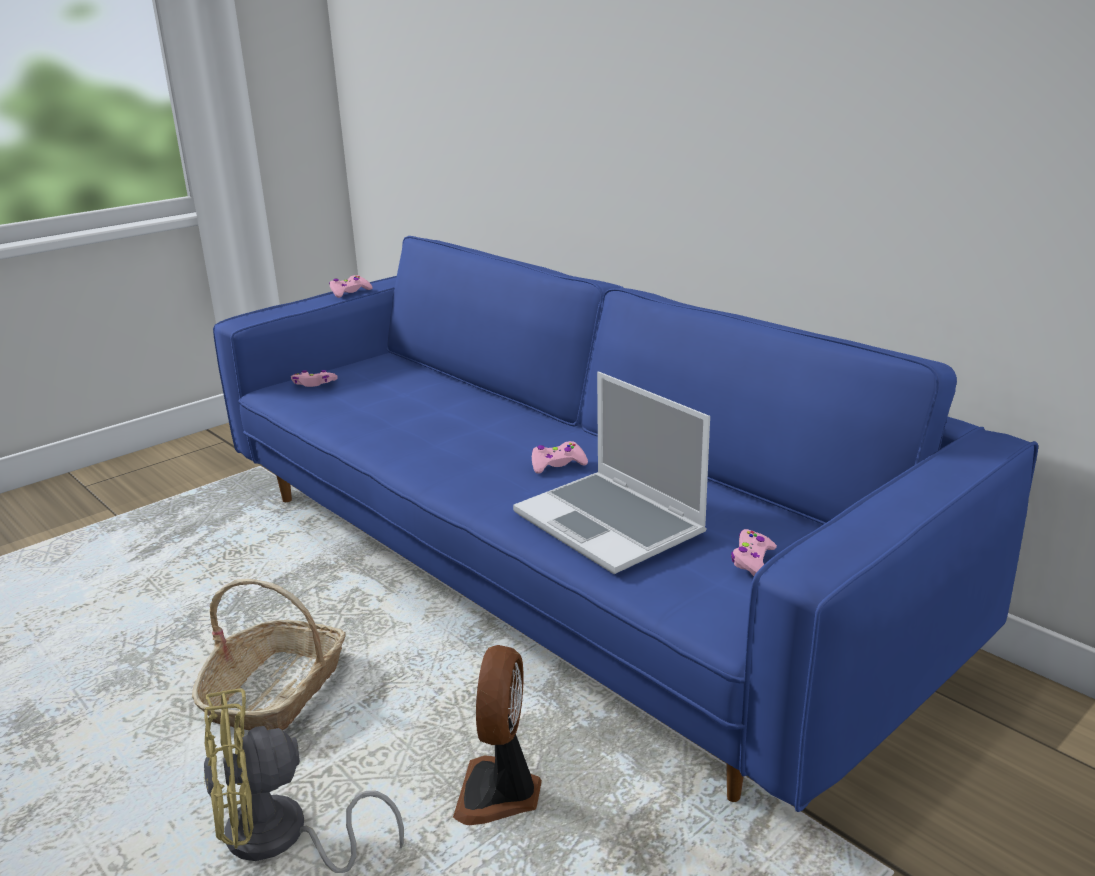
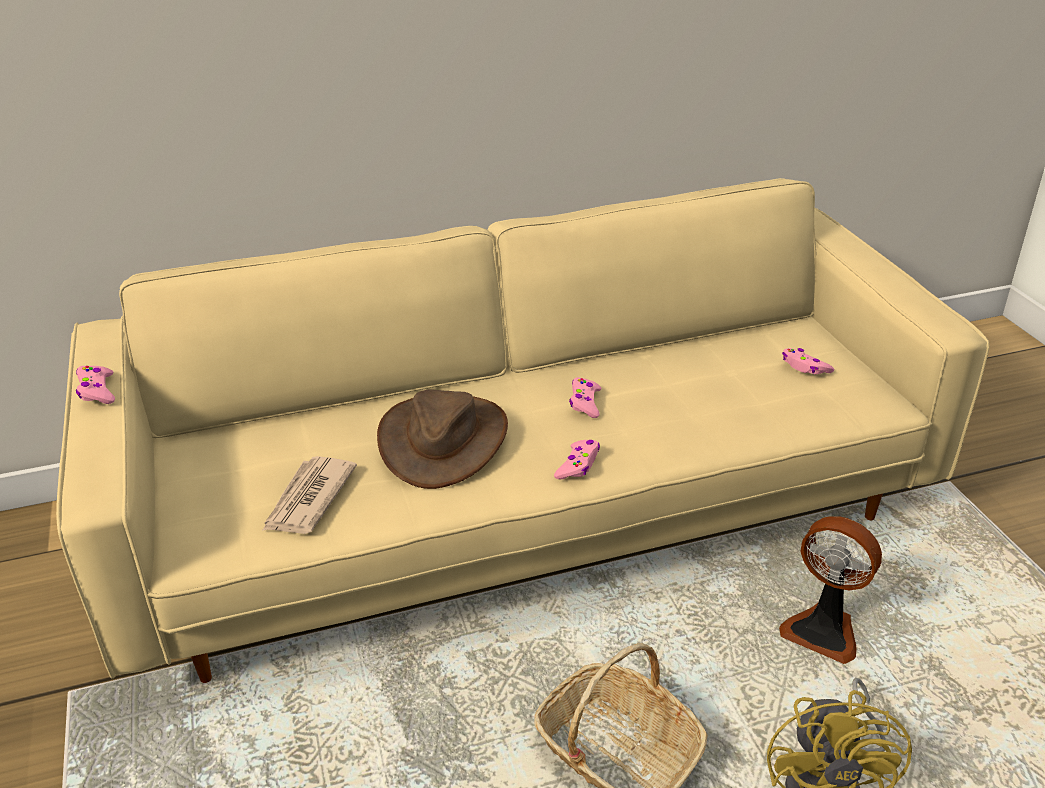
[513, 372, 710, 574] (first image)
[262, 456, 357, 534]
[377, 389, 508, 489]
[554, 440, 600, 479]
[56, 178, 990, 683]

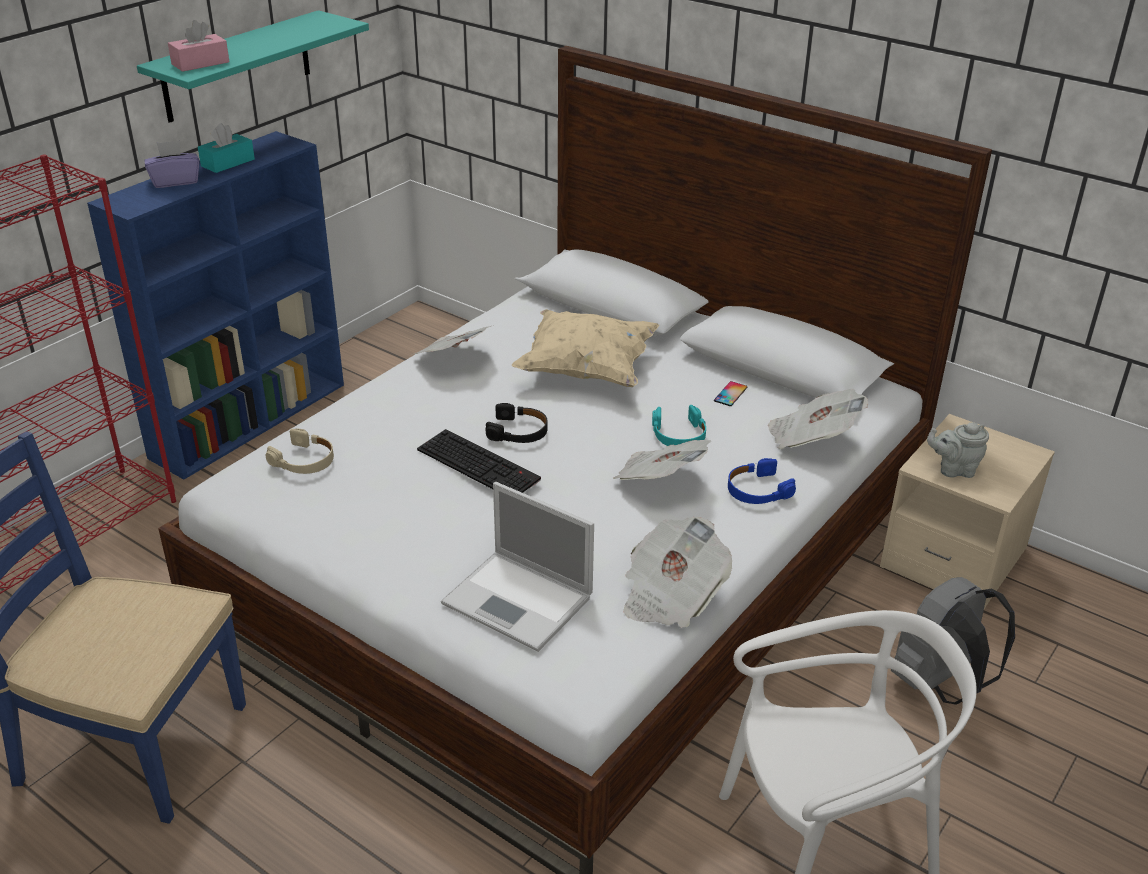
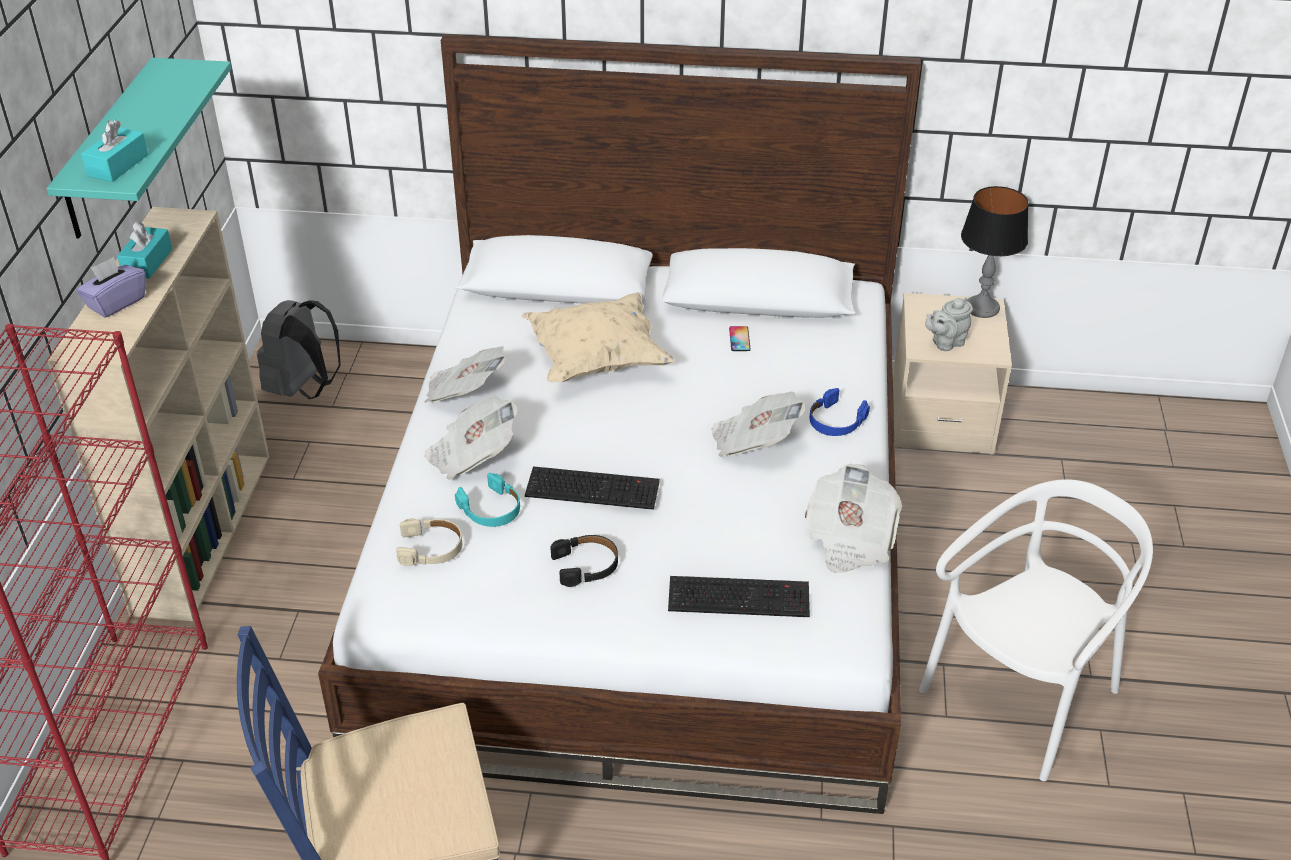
[961, 186, 1029, 318]
[551, 535, 618, 587]
[455, 473, 520, 527]
[424, 395, 518, 480]
[257, 300, 341, 399]
[668, 576, 810, 617]
[47, 207, 269, 621]
[81, 120, 148, 182]

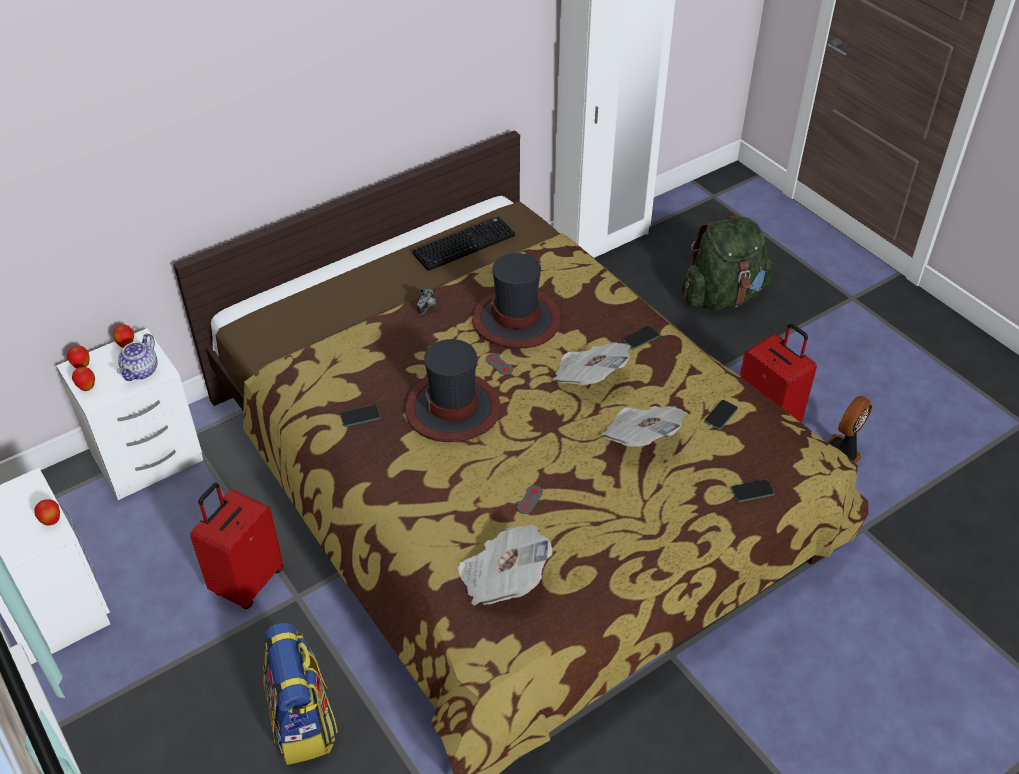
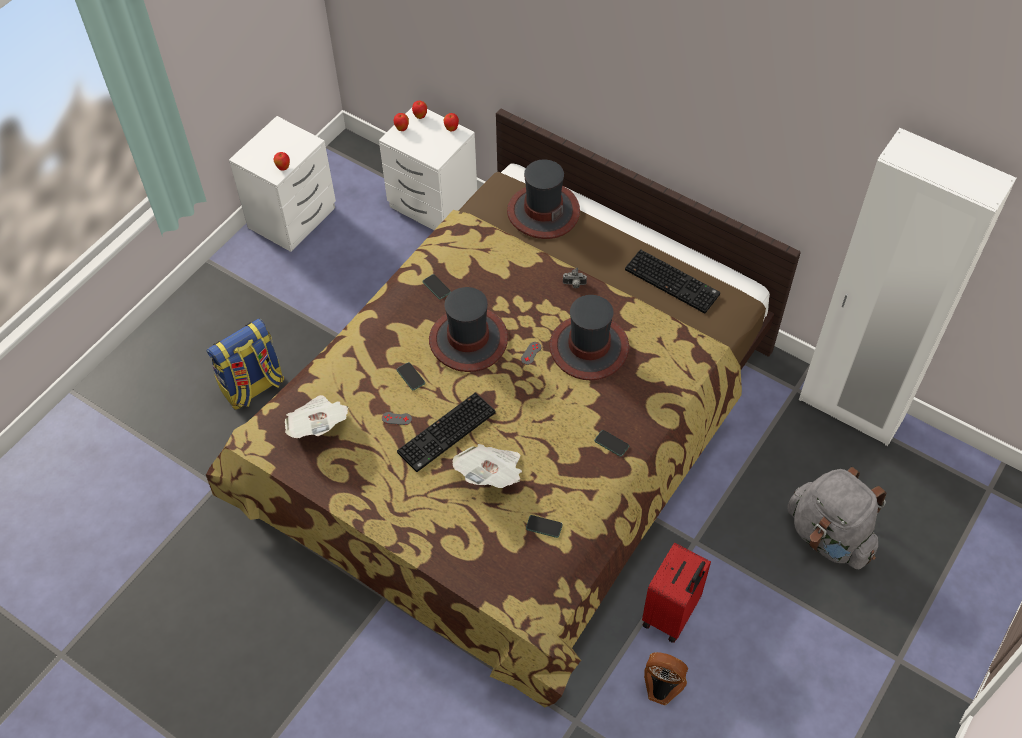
[117, 334, 158, 381] (first image)
[190, 483, 283, 609] (first image)
[552, 342, 631, 385] (first image)
[397, 393, 496, 472]
[507, 159, 580, 239]
[396, 362, 425, 390]
[787, 467, 886, 569]

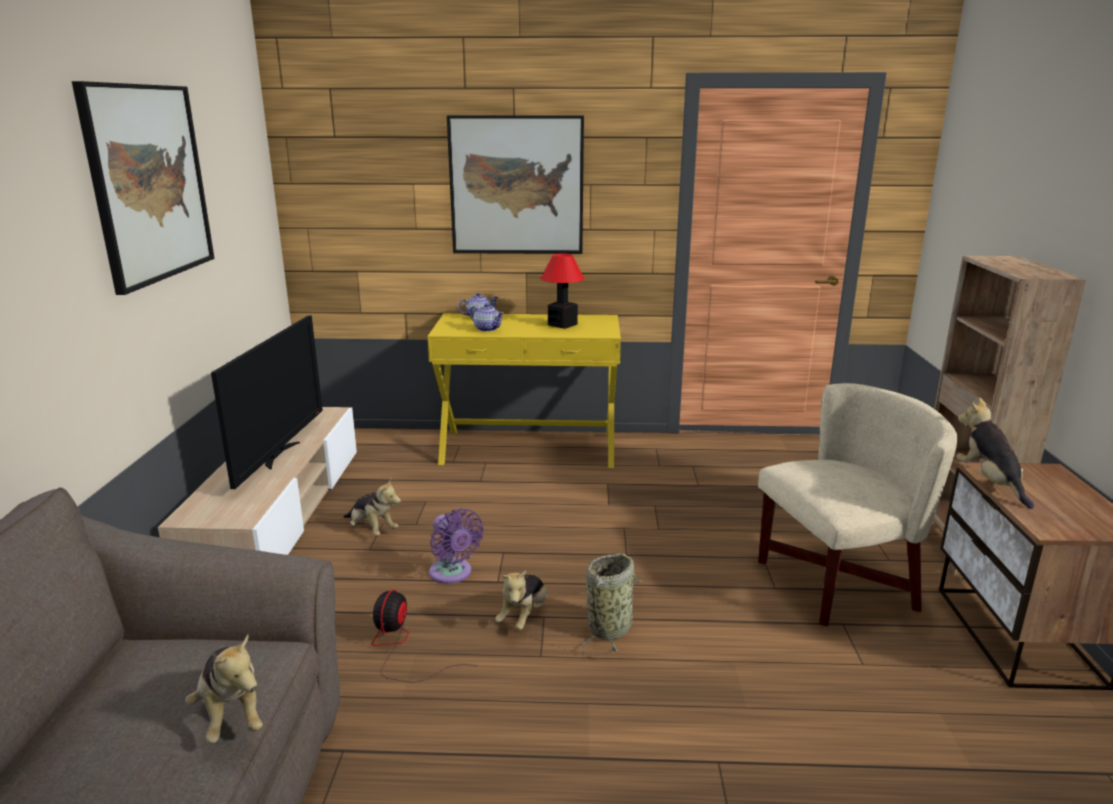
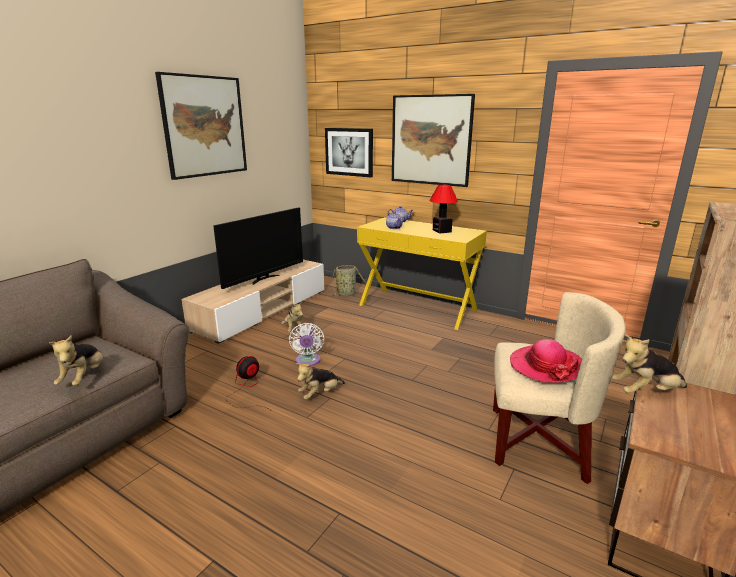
[325, 128, 373, 177]
[510, 339, 582, 383]
[330, 265, 367, 296]
[289, 323, 324, 366]
[612, 334, 687, 394]

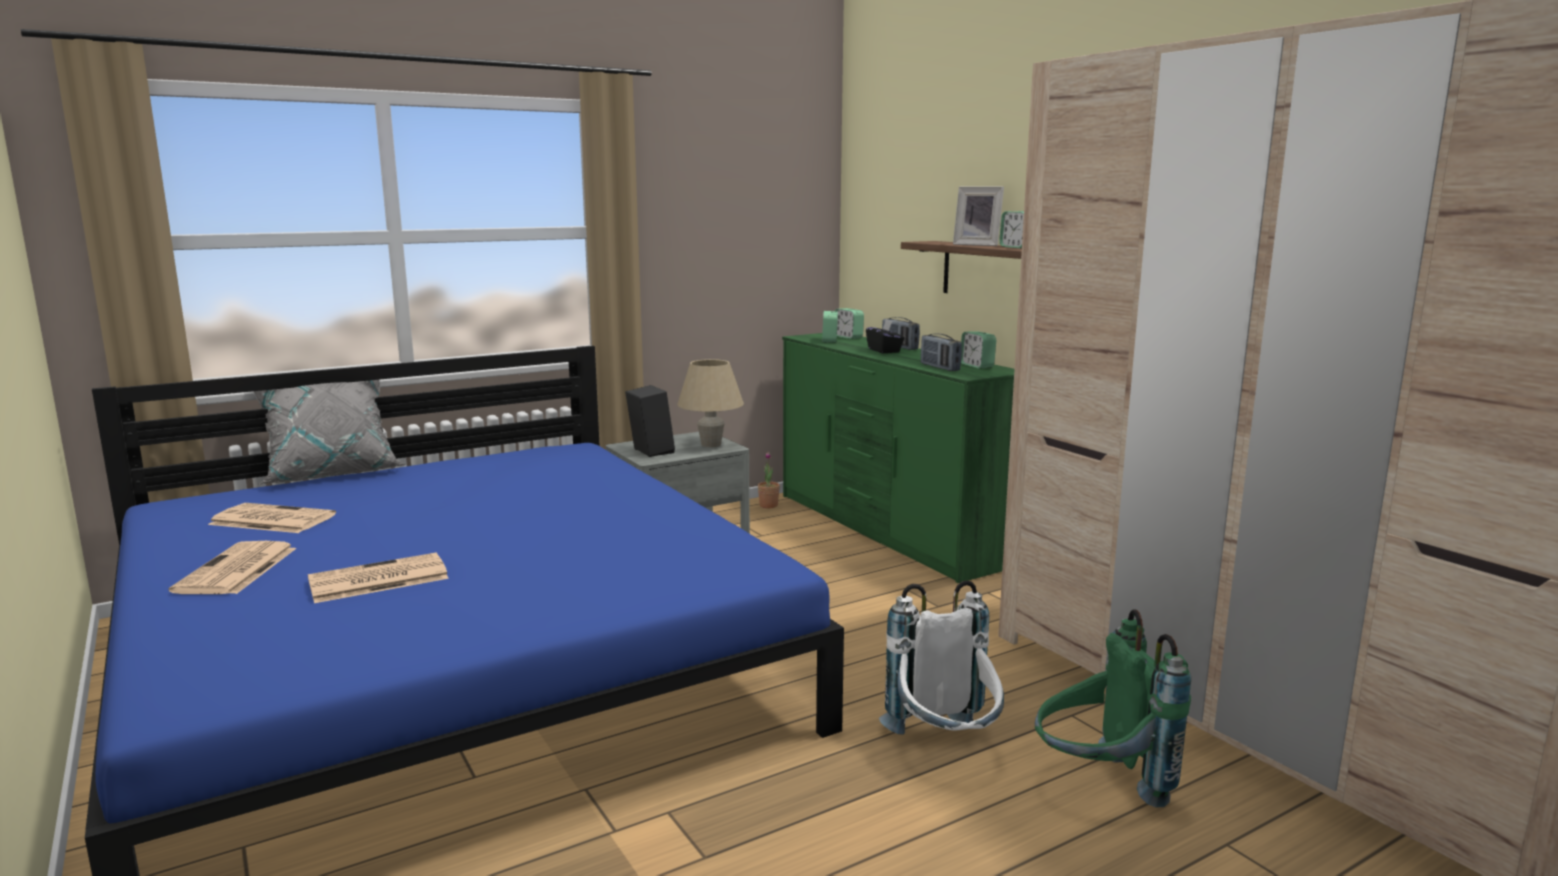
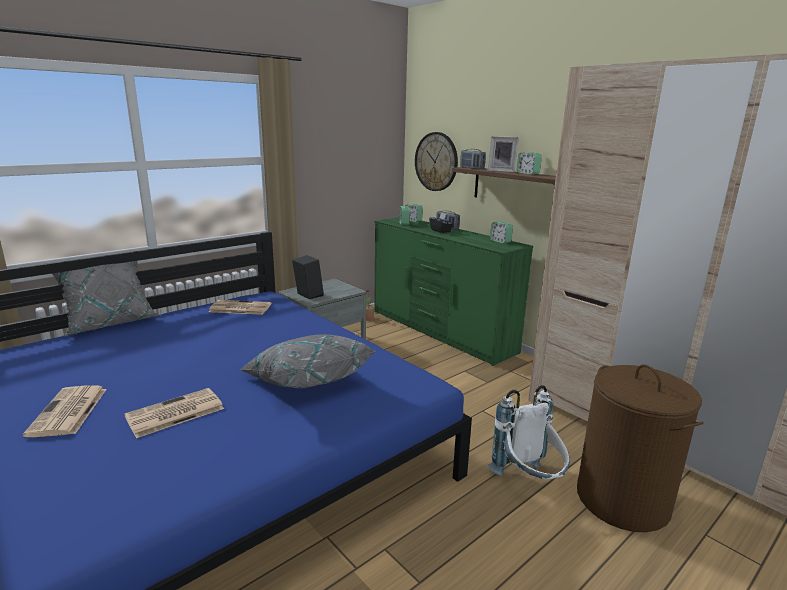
[677, 359, 744, 447] (first image)
[240, 334, 376, 388]
[415, 132, 458, 191]
[209, 300, 271, 315]
[460, 149, 486, 169]
[577, 364, 704, 532]

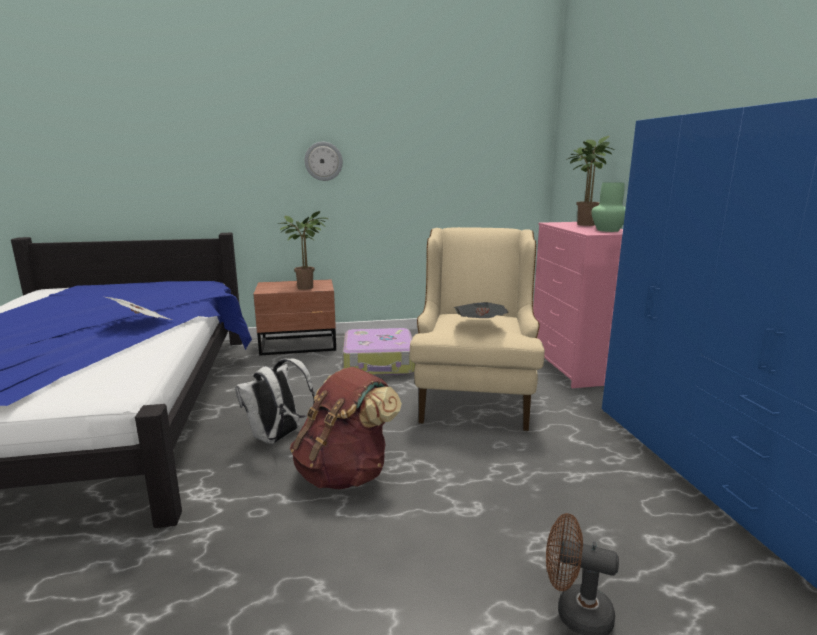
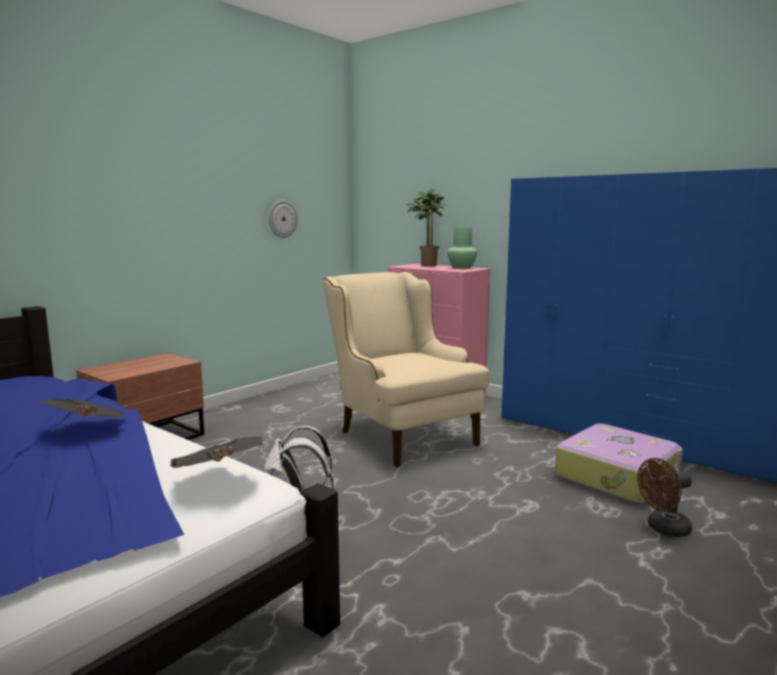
[278, 211, 328, 290] (first image)
[290, 367, 402, 490] (first image)
[269, 200, 298, 238]
[555, 424, 683, 504]
[170, 436, 263, 468]

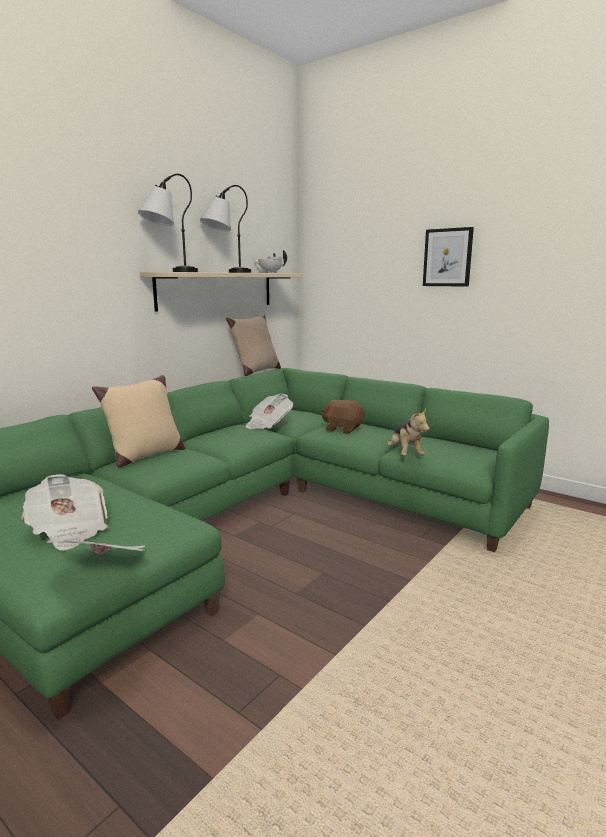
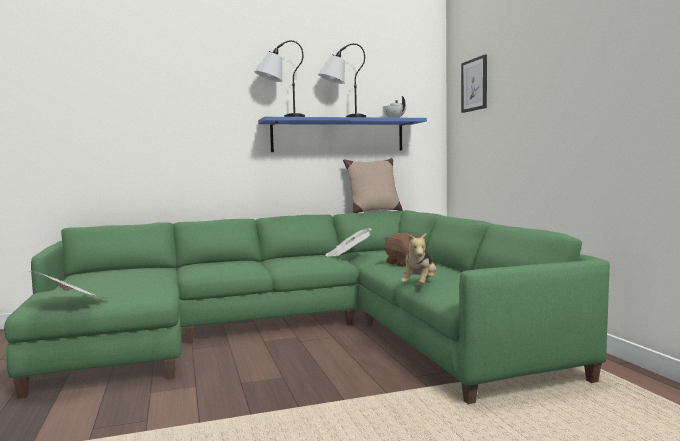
[21, 474, 107, 550] (first image)
[92, 375, 185, 467] (first image)
[461, 55, 487, 113]
[258, 117, 427, 152]

